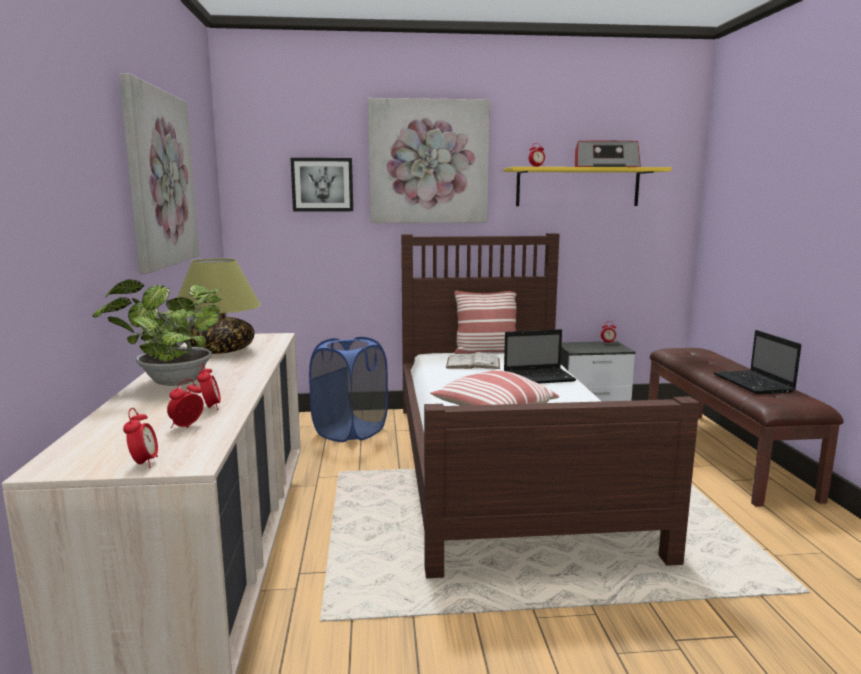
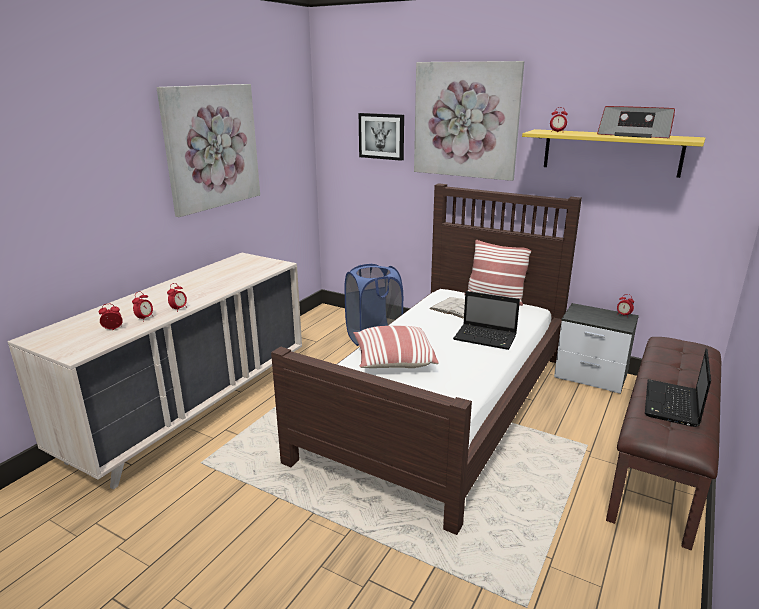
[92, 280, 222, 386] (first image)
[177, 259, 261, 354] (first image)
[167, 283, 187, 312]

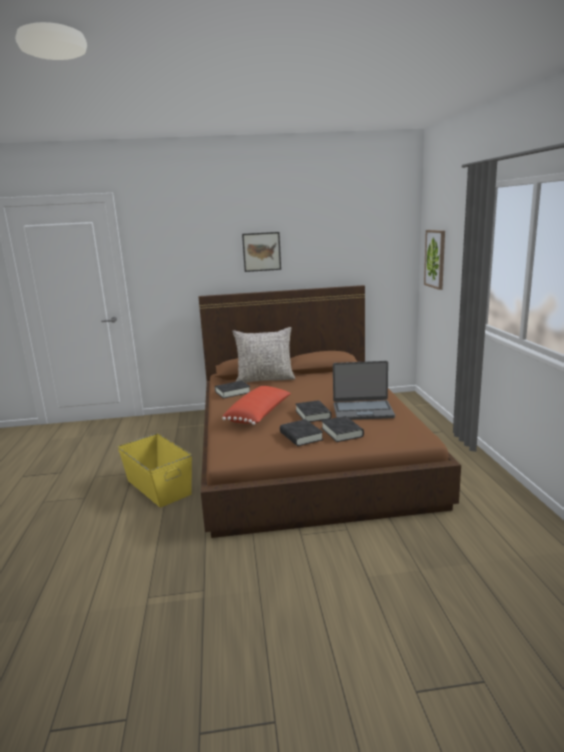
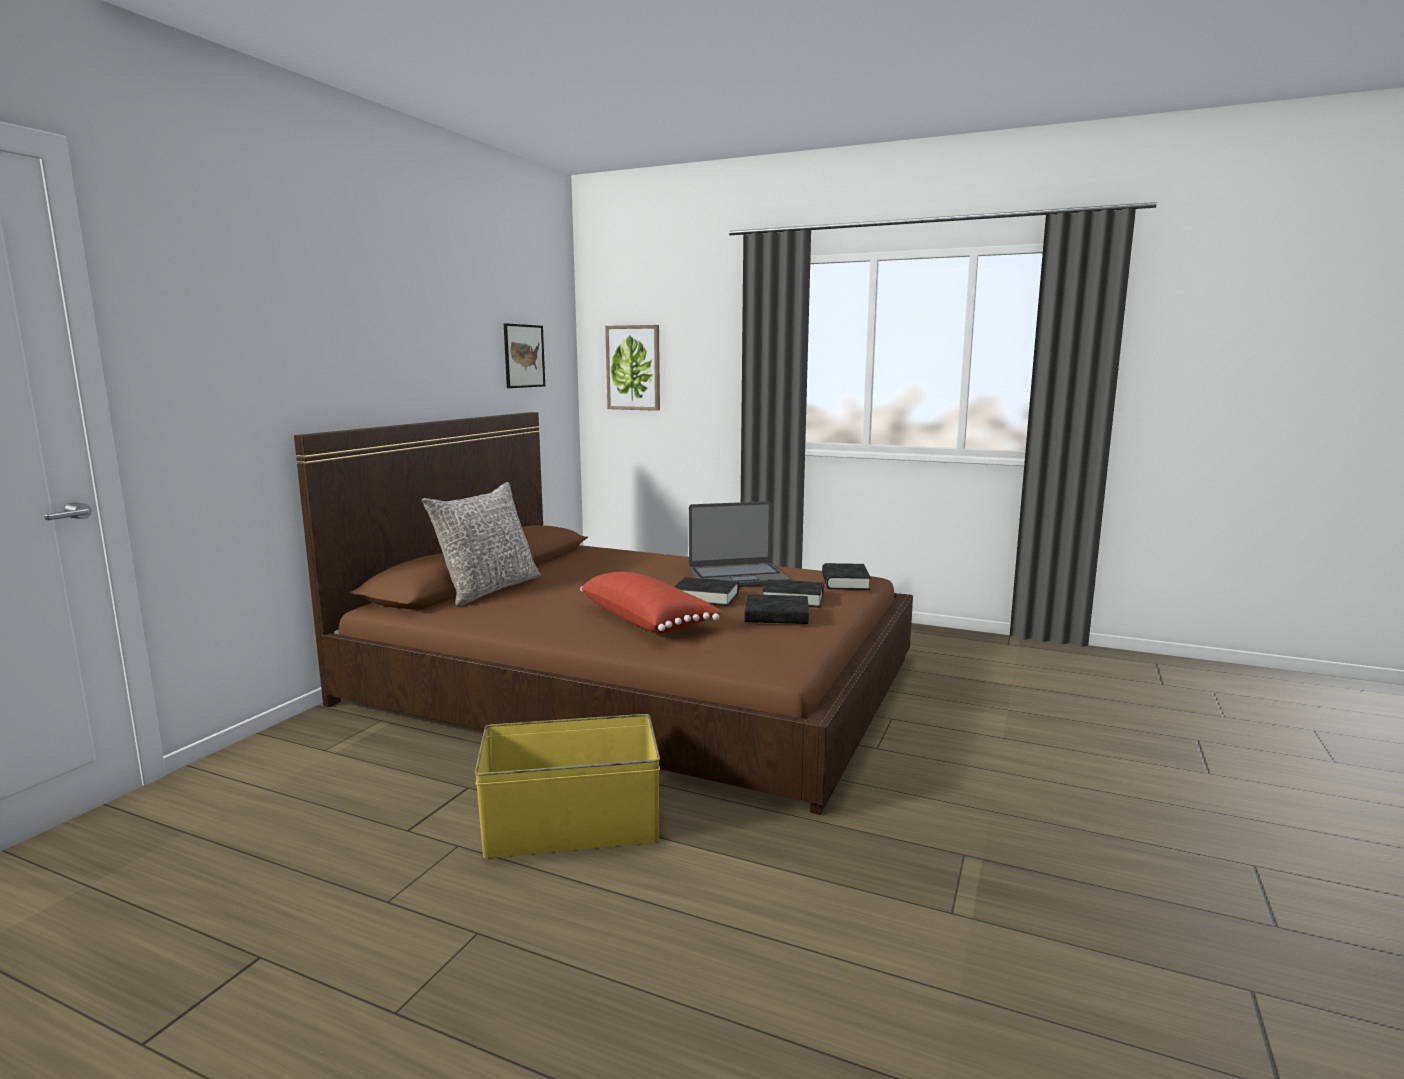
[822, 563, 871, 590]
[504, 323, 545, 388]
[689, 501, 790, 587]

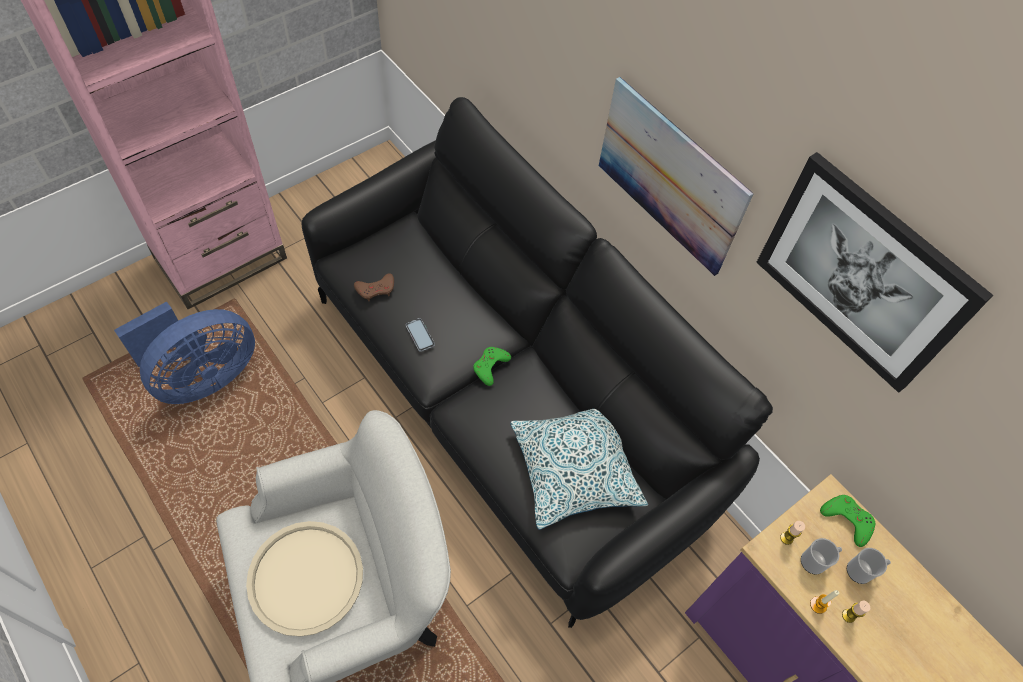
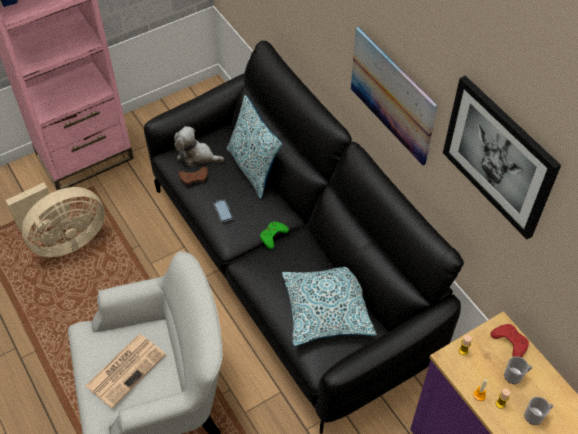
[174, 126, 224, 167]
[227, 95, 282, 199]
[524, 397, 553, 425]
[86, 334, 166, 408]
[5, 182, 105, 257]
[490, 324, 529, 357]

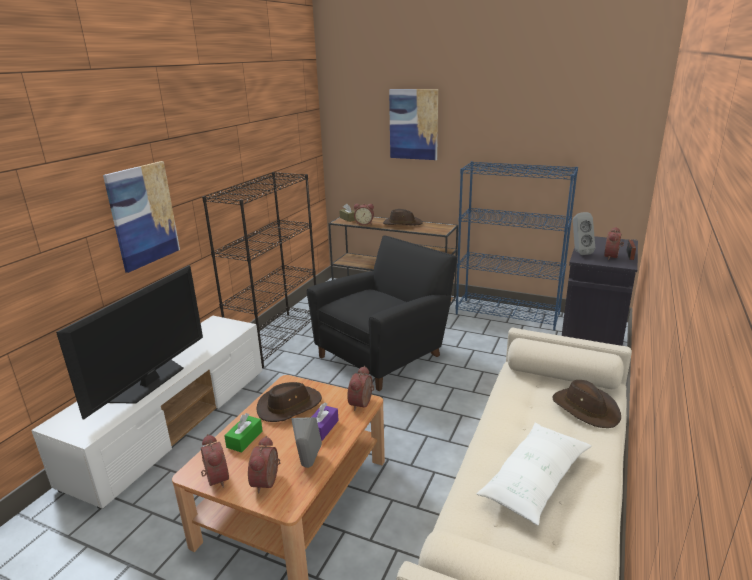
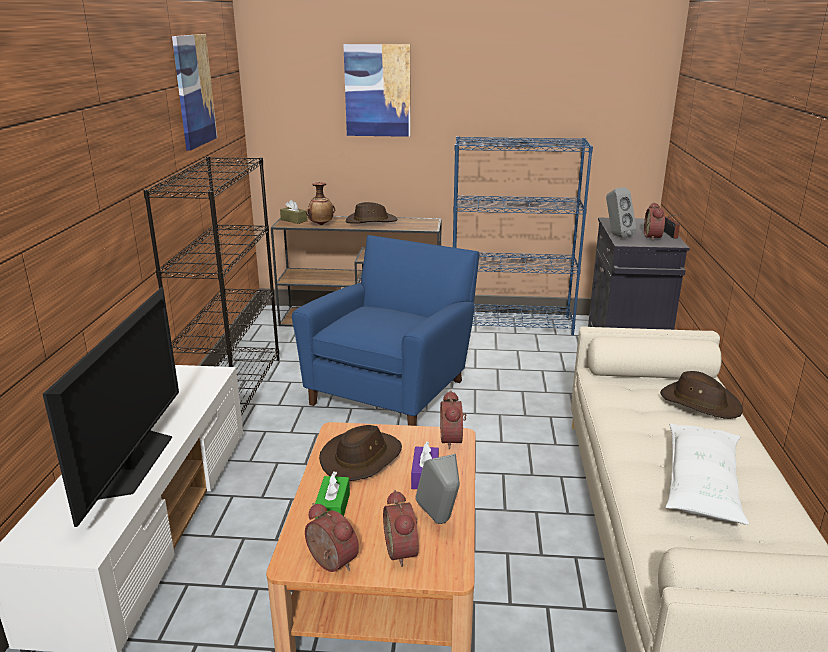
[172, 34, 217, 151]
[306, 182, 335, 225]
[292, 235, 480, 426]

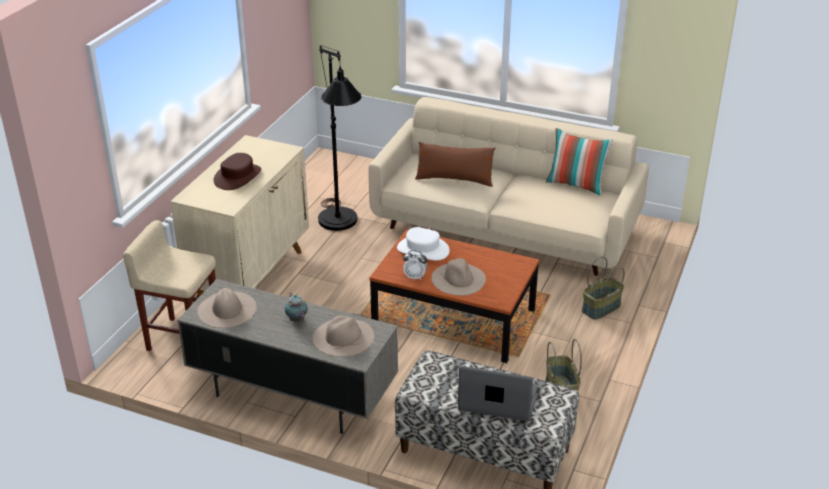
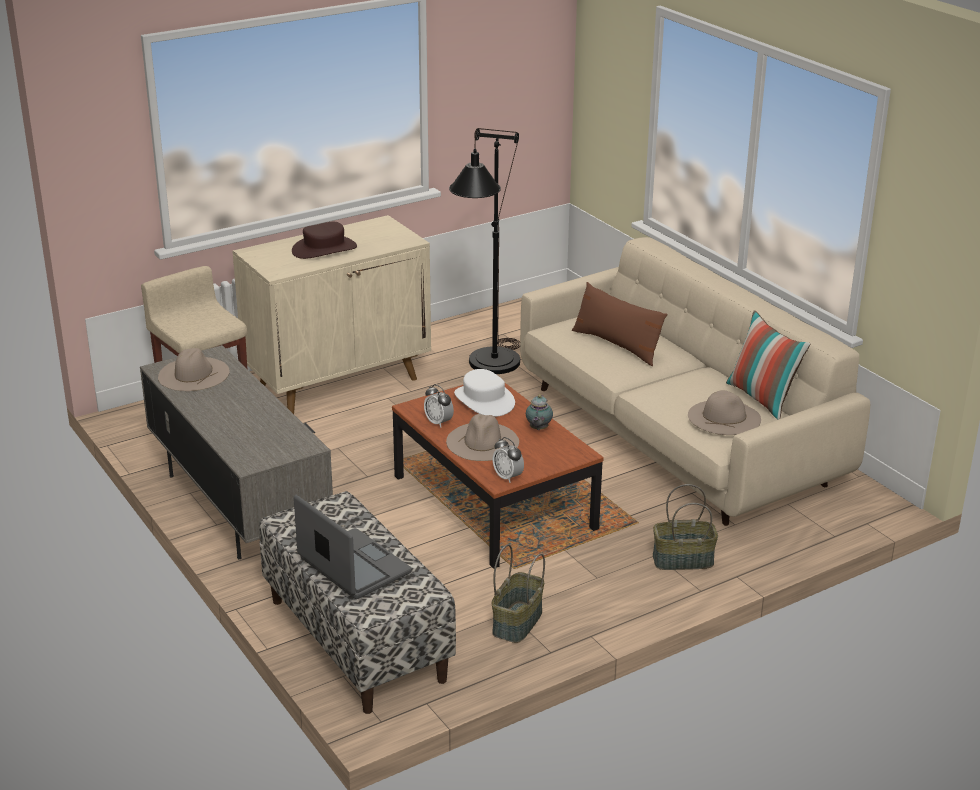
[493, 437, 524, 483]
[526, 394, 553, 430]
[688, 390, 761, 435]

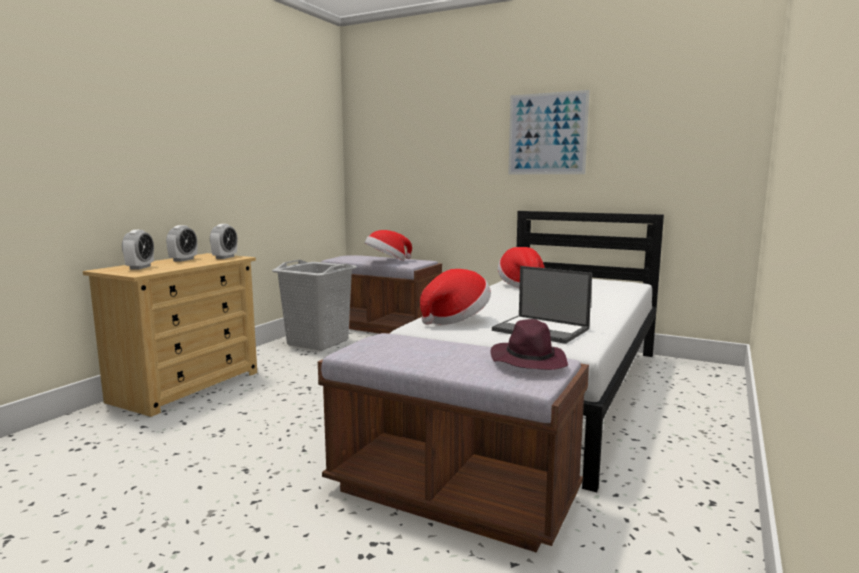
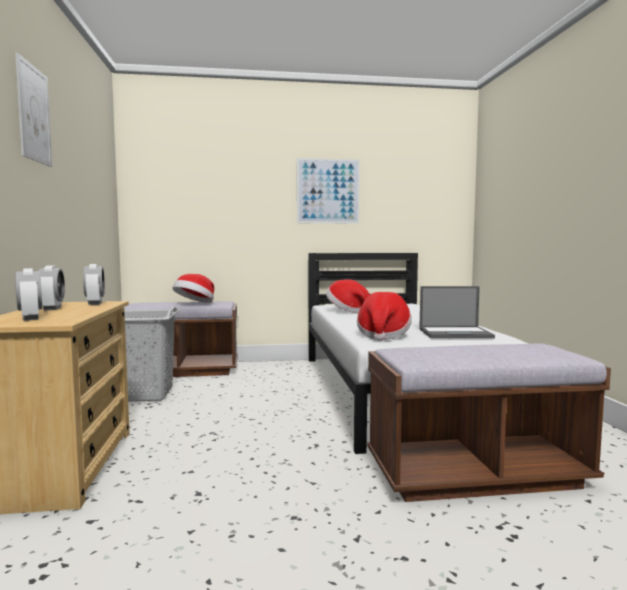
[491, 319, 568, 370] (first image)
[15, 53, 52, 167]

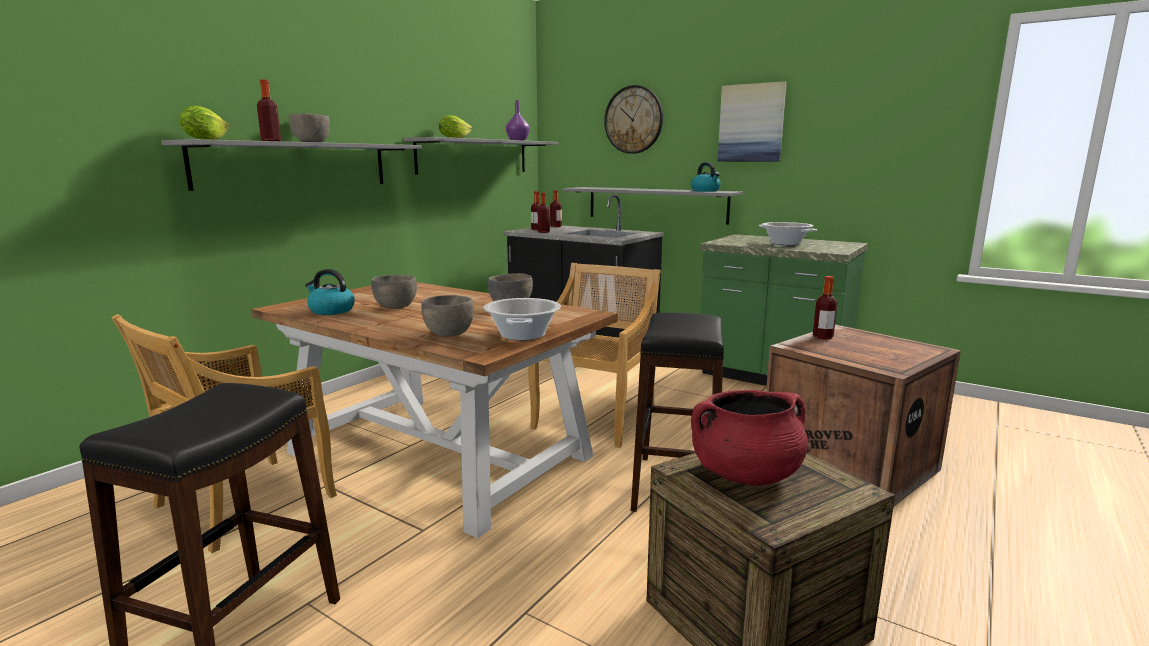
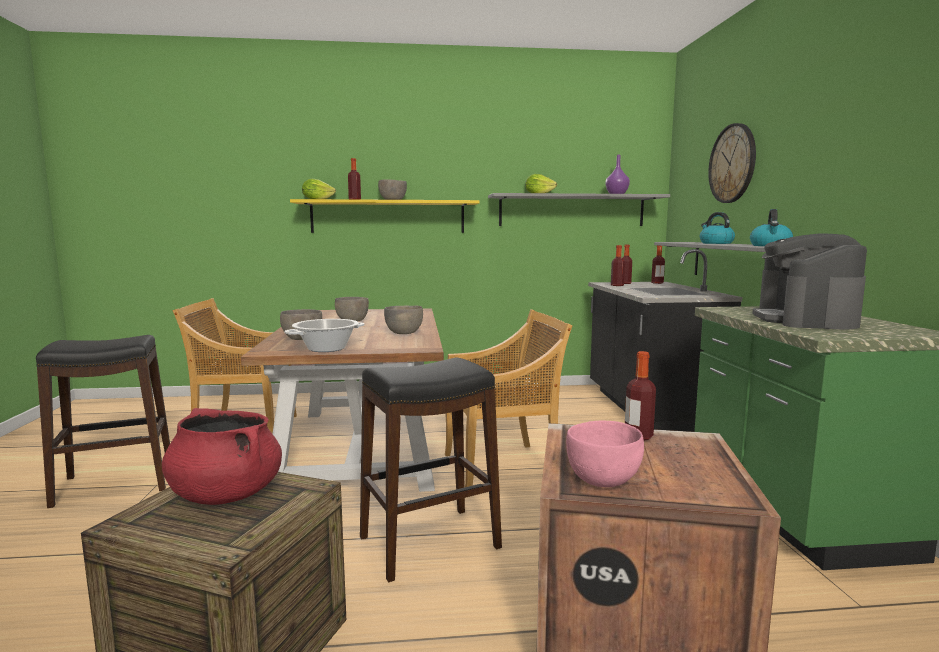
[718, 81, 787, 162] (first image)
[566, 421, 644, 487]
[700, 212, 735, 244]
[752, 233, 867, 329]
[290, 199, 480, 233]

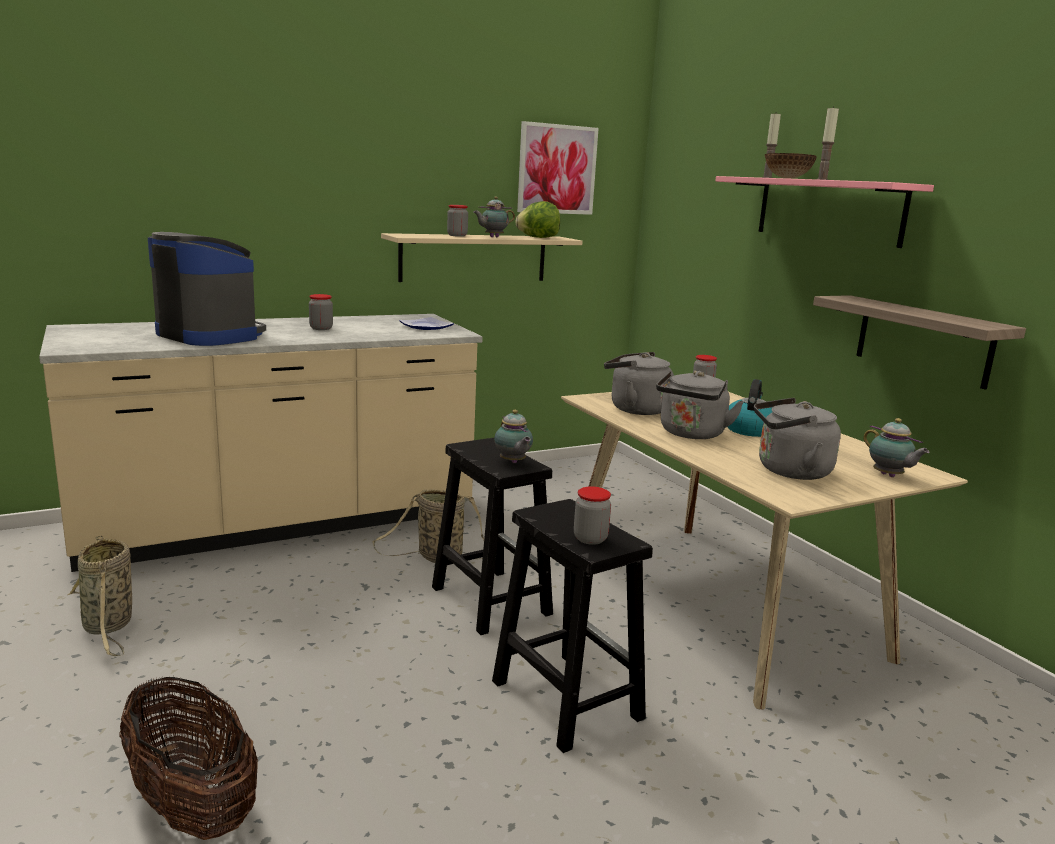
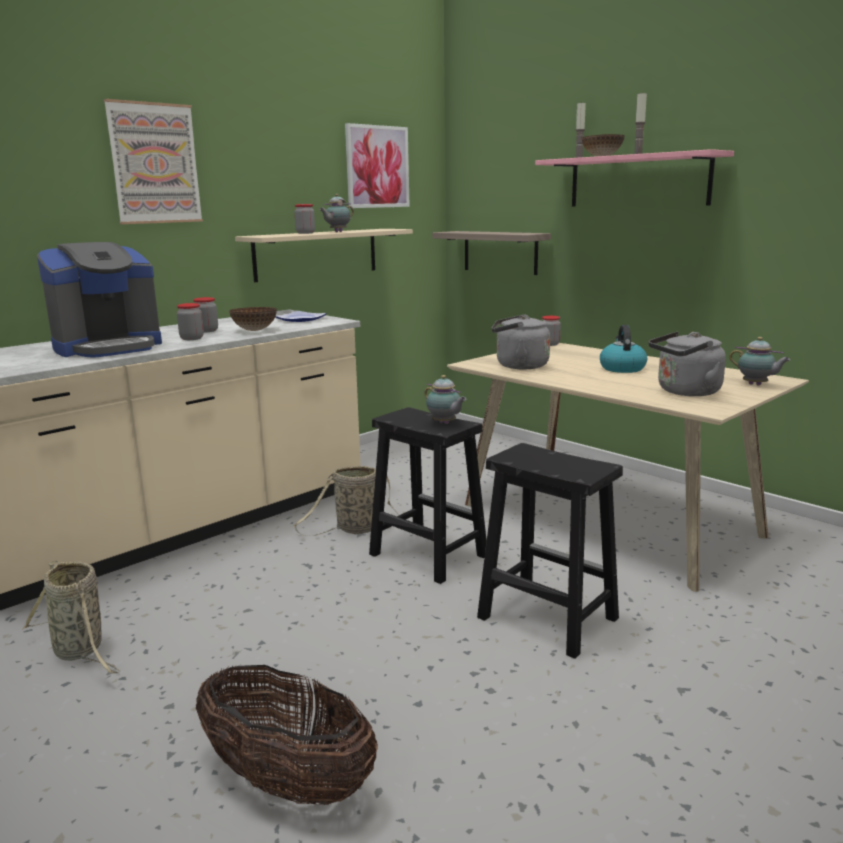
[515, 201, 560, 238] (first image)
[656, 370, 744, 439] (first image)
[103, 99, 203, 224]
[229, 307, 277, 331]
[177, 303, 204, 340]
[433, 231, 551, 275]
[37, 242, 162, 358]

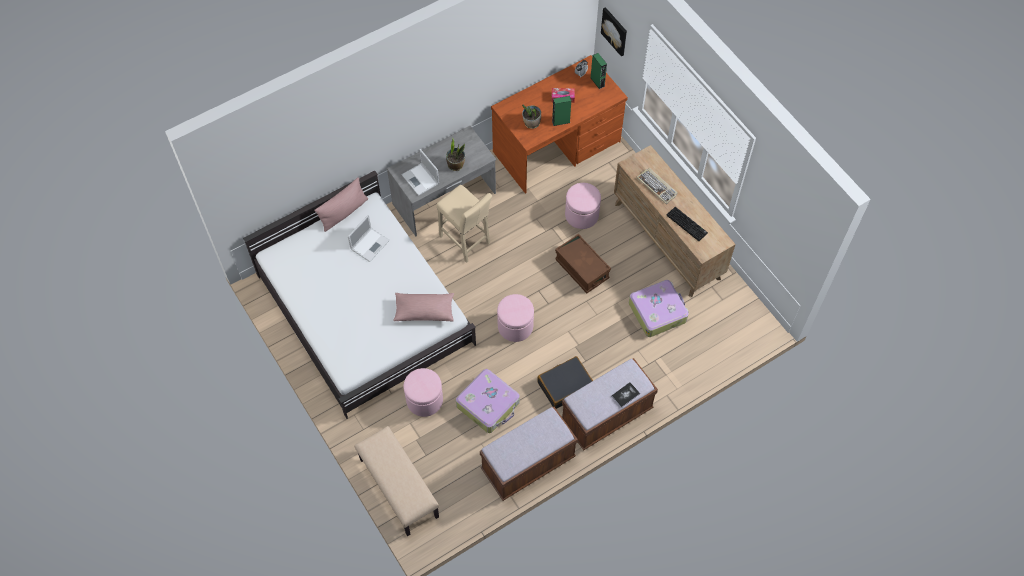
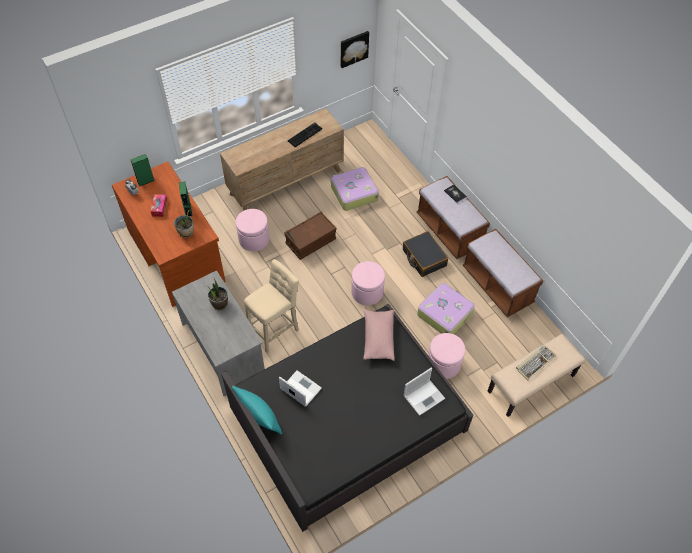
[404, 367, 445, 416]
[341, 31, 369, 68]
[516, 345, 556, 380]
[221, 304, 474, 532]
[232, 386, 282, 435]

